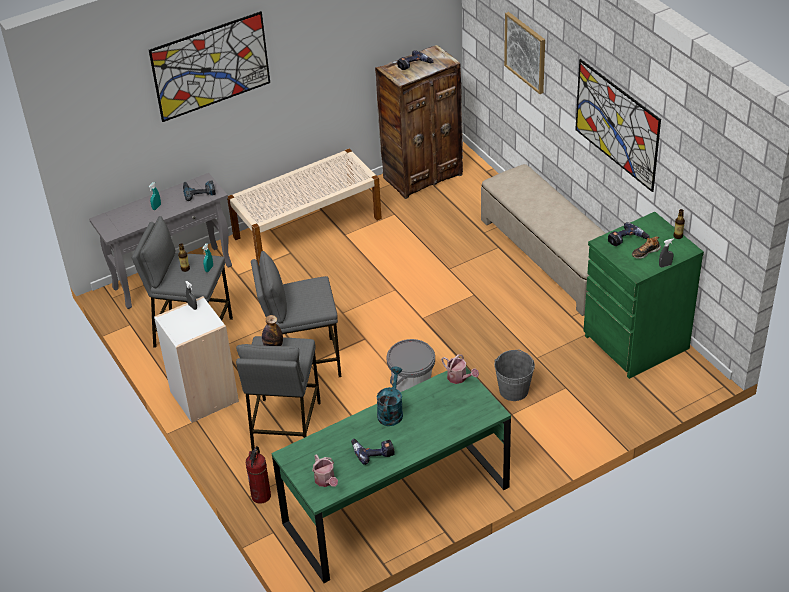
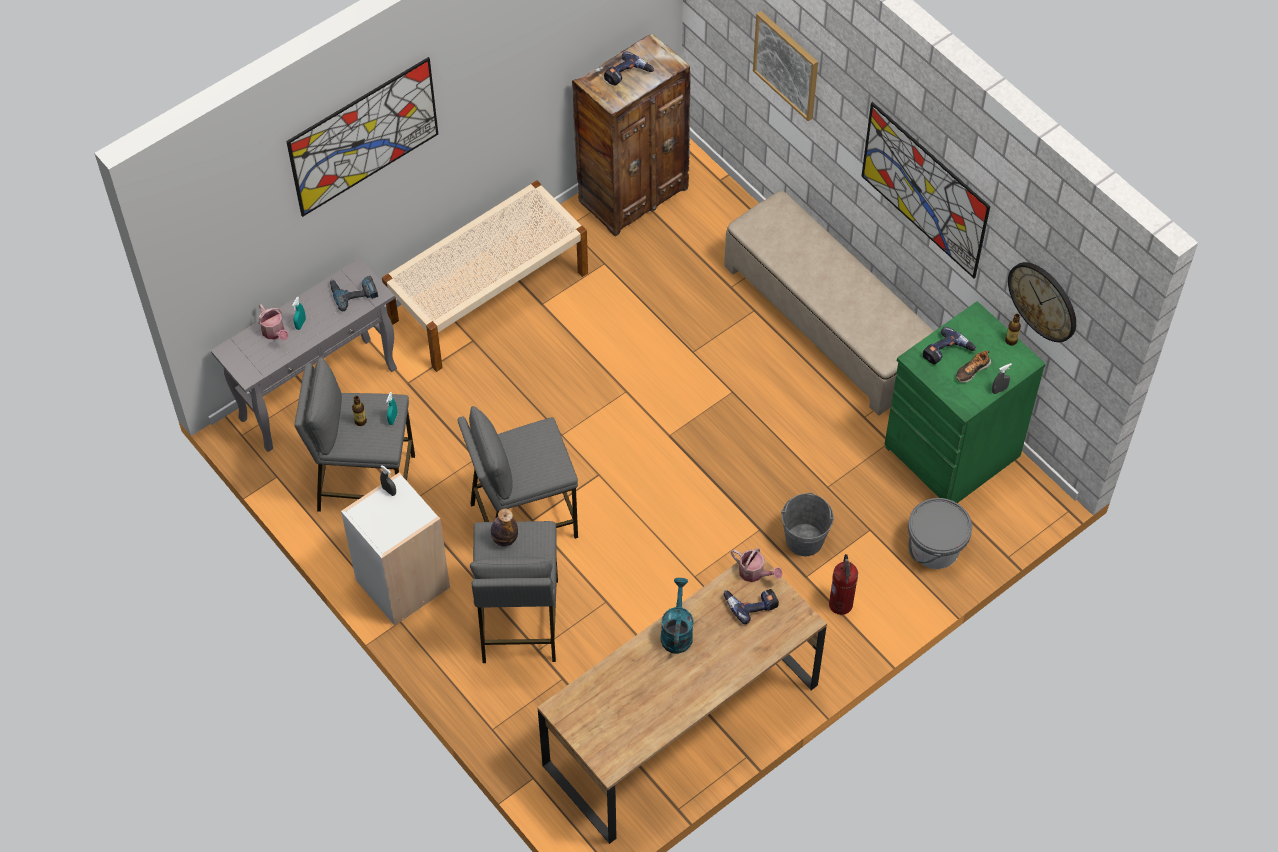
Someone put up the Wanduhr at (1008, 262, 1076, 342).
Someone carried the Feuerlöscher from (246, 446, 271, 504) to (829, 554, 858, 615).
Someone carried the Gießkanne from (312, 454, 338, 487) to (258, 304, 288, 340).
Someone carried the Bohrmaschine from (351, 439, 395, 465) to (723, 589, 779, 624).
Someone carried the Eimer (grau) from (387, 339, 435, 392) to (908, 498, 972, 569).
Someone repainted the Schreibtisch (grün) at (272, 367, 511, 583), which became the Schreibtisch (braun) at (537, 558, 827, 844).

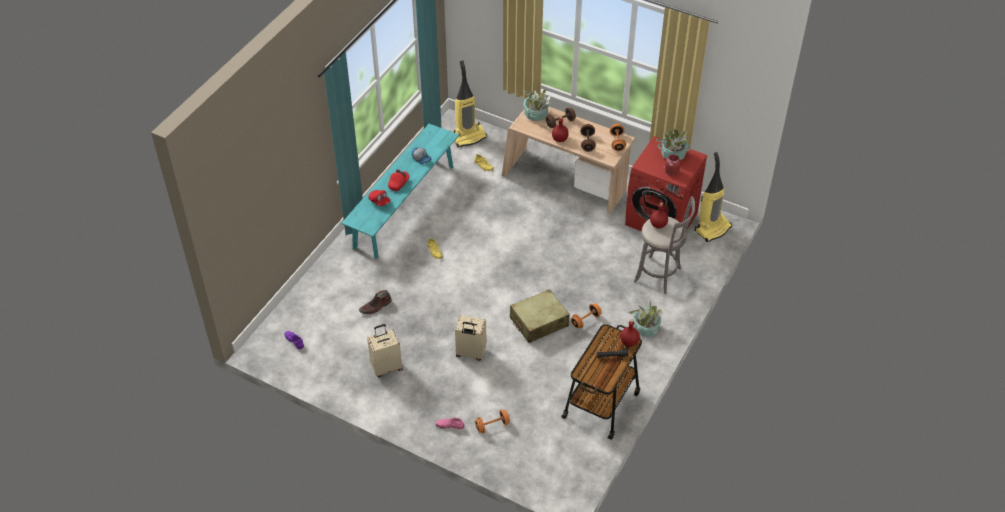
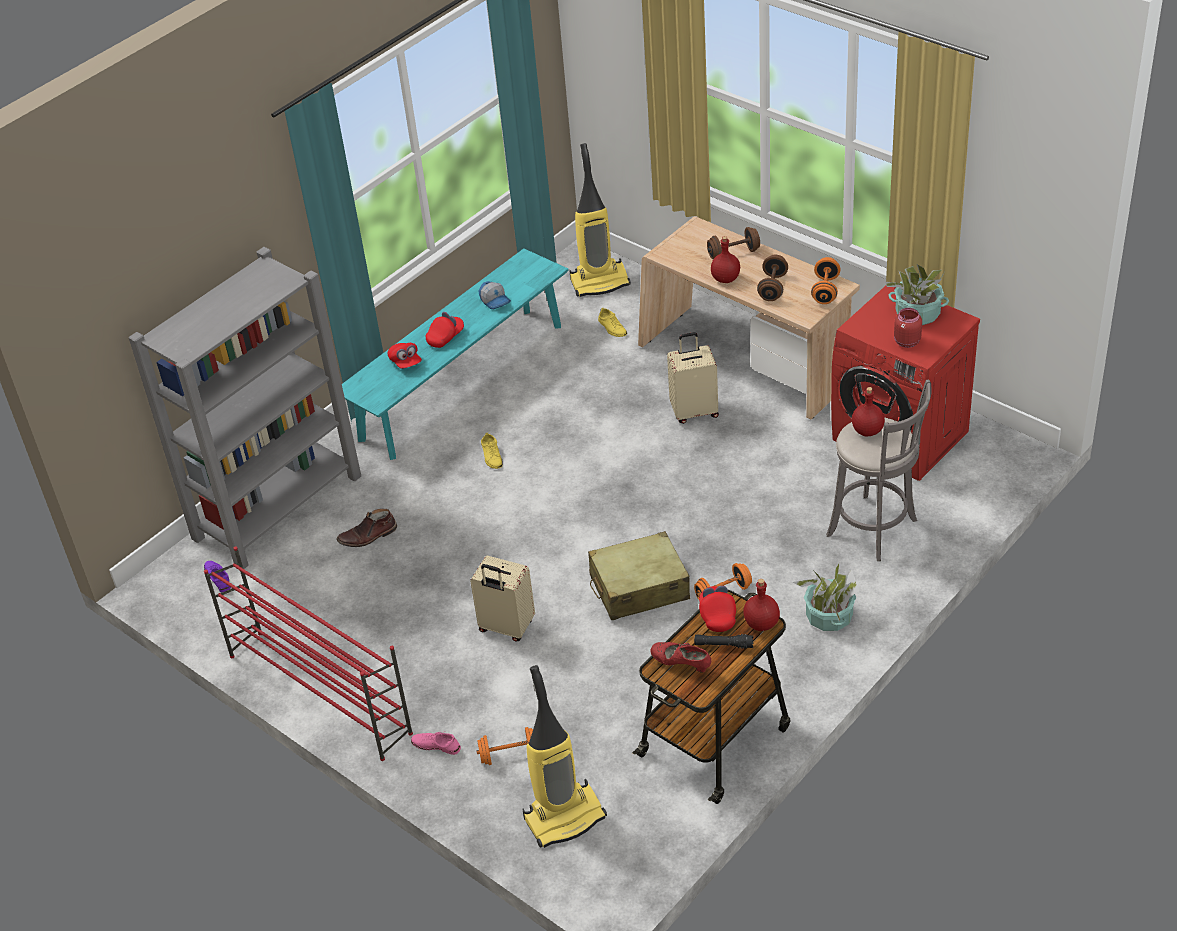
Someone took away the Topfpflanze at (523, 89, 551, 121).
Someone put down the Bücherregal (grau) at (129, 247, 361, 569).
Someone put down the Schuhregal (rot) at (204, 546, 413, 761).
Someone put down the Schuh (rot) at (650, 642, 711, 672).
Someone put down the Kappe (rot) at (699, 586, 736, 632).
Someone carried the Koffer (beige) from (367, 324, 402, 377) to (667, 332, 719, 424).
Someone carried the Staubsauger from (694, 152, 732, 242) to (522, 665, 607, 848).

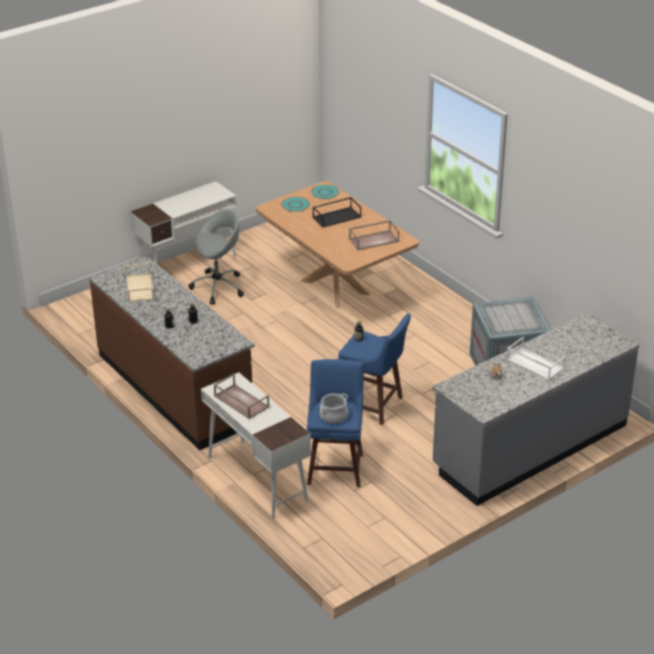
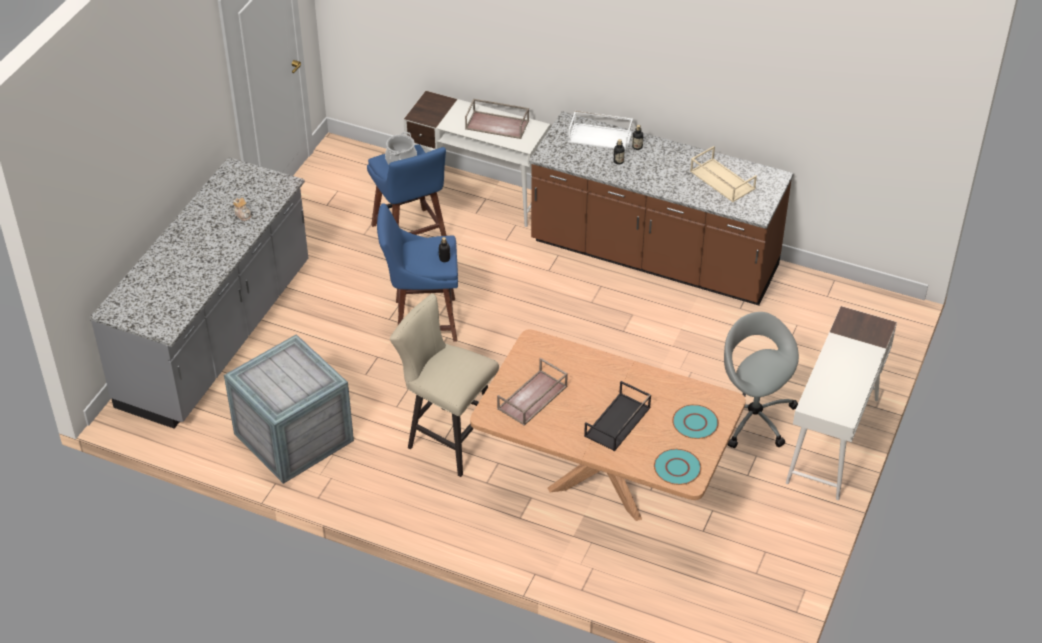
Someone put down the Hocker (beige) at (390, 293, 499, 477).
Someone carried the Tablett (weiß) from (506, 337, 566, 380) to (568, 111, 633, 151).
Someone rotated the Bürostuhl (grau) at (189, 209, 244, 305) by 90 degrees clockwise.

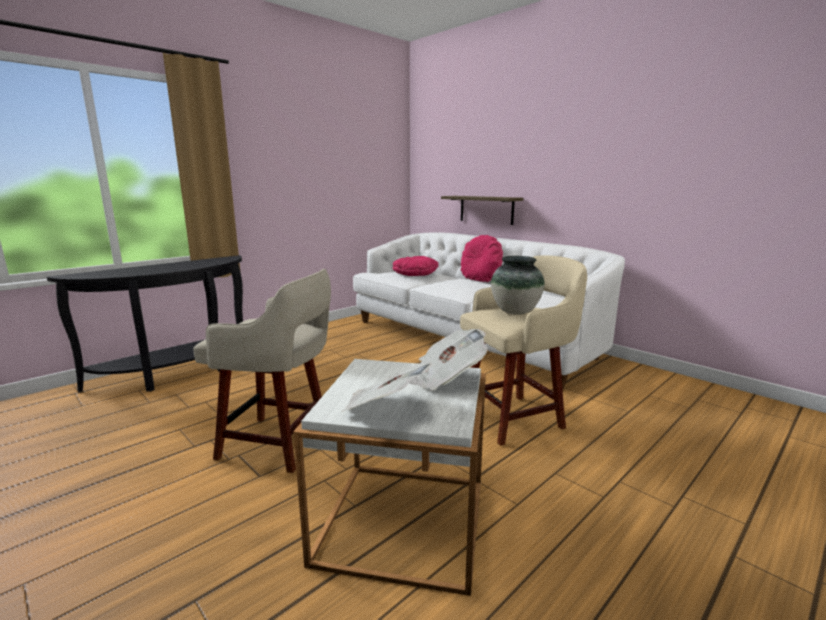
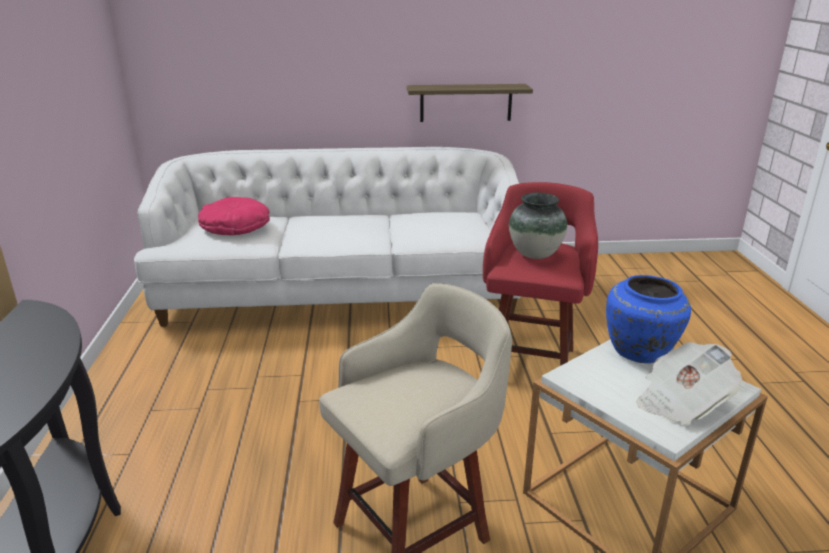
Someone took away the Kissen (rosa) at (461, 235, 503, 282).
Someone carried the Wandregal from (441, 196, 523, 225) to (407, 84, 533, 122).
Someone swapped the Zeitung at (409, 329, 488, 391) for the Vase (blau) at (606, 275, 691, 363).
Someone repainted the Hocker (beige) at (460, 255, 587, 446), which became the Hocker (rot) at (483, 182, 598, 366).

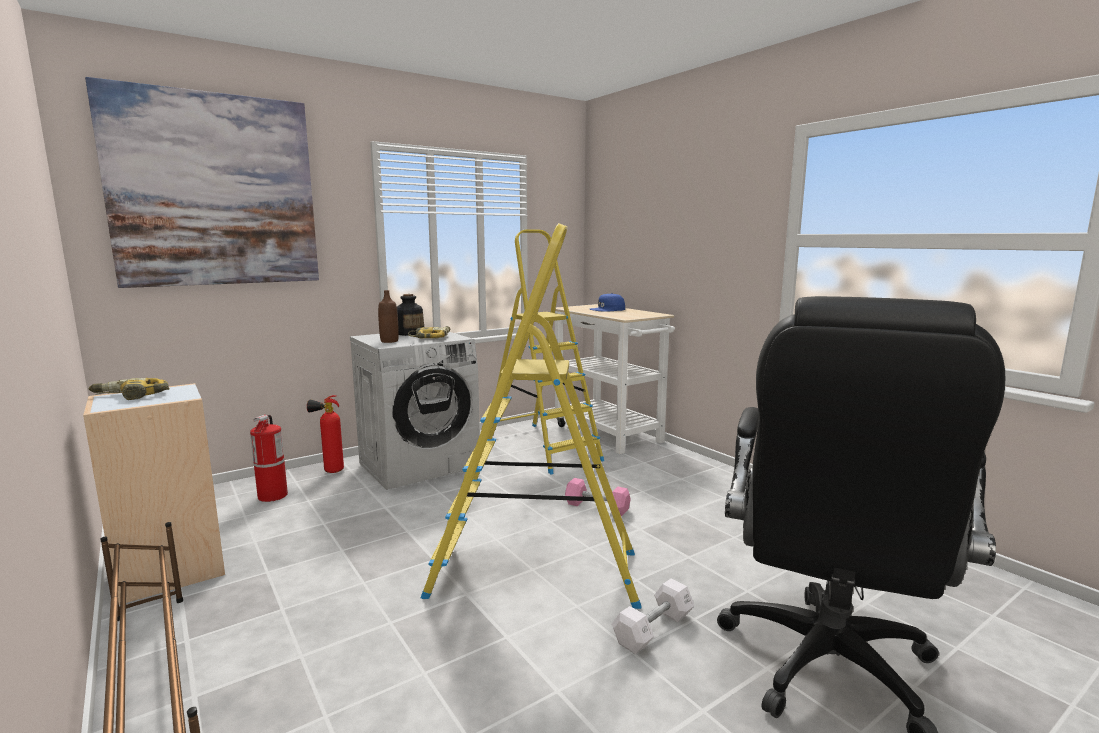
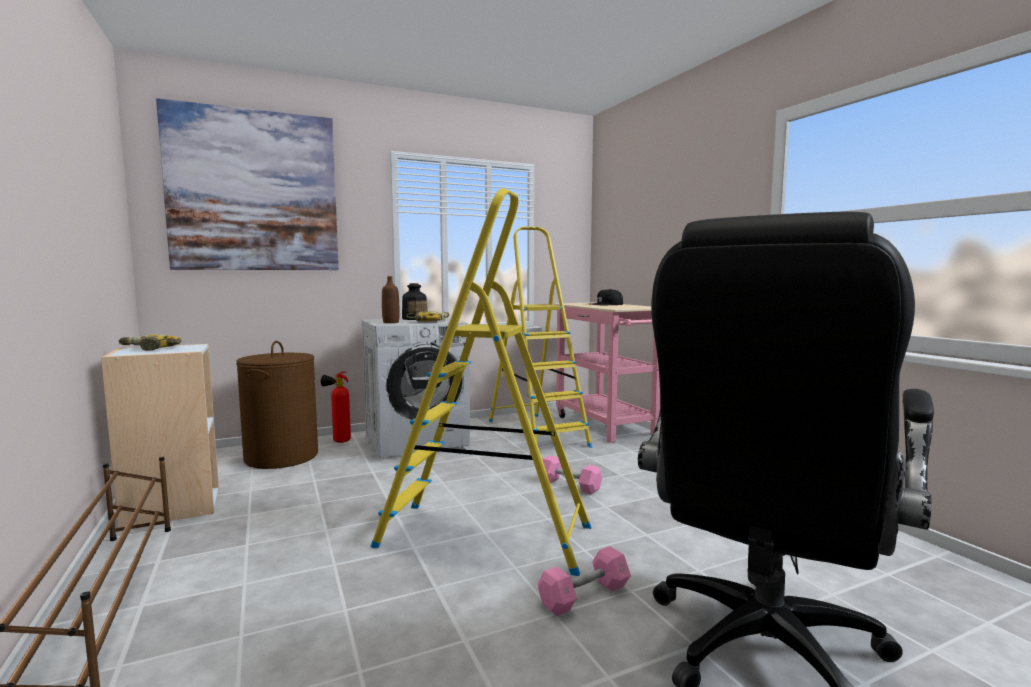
Someone swapped the Feuerlöscher at (250, 415, 288, 502) for the Wäschekorb (braun) at (236, 341, 318, 469).
Someone repainted the Rollwagen (weiß) at (555, 304, 675, 454), which became the Rollwagen (rosa) at (554, 302, 660, 443).
Someone repainted the Kappe (blau) at (590, 293, 625, 312), which became the Kappe (schwarz) at (589, 289, 623, 305).
Someone repainted the Hantel (weiß) at (612, 579, 695, 654), which became the Hantel (rosa) at (538, 546, 631, 616).

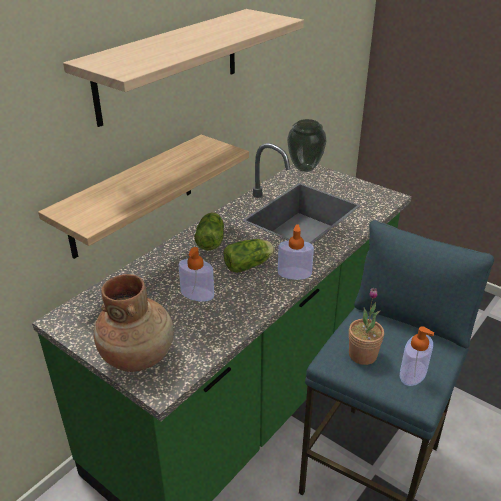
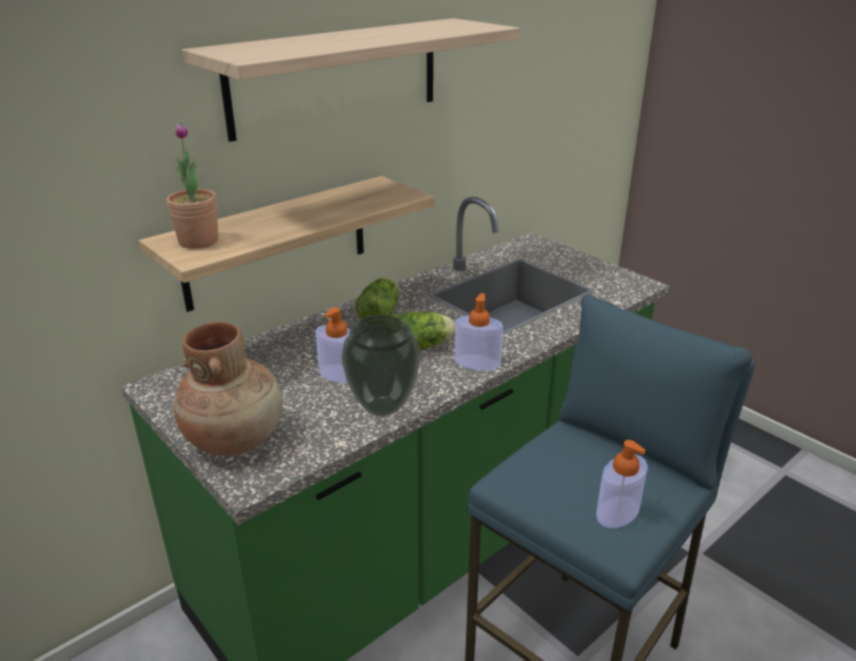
Someone carried the Vase from (287, 119, 327, 172) to (341, 314, 420, 416).
Someone carried the Topfpflanze from (349, 288, 384, 365) to (167, 123, 219, 249).

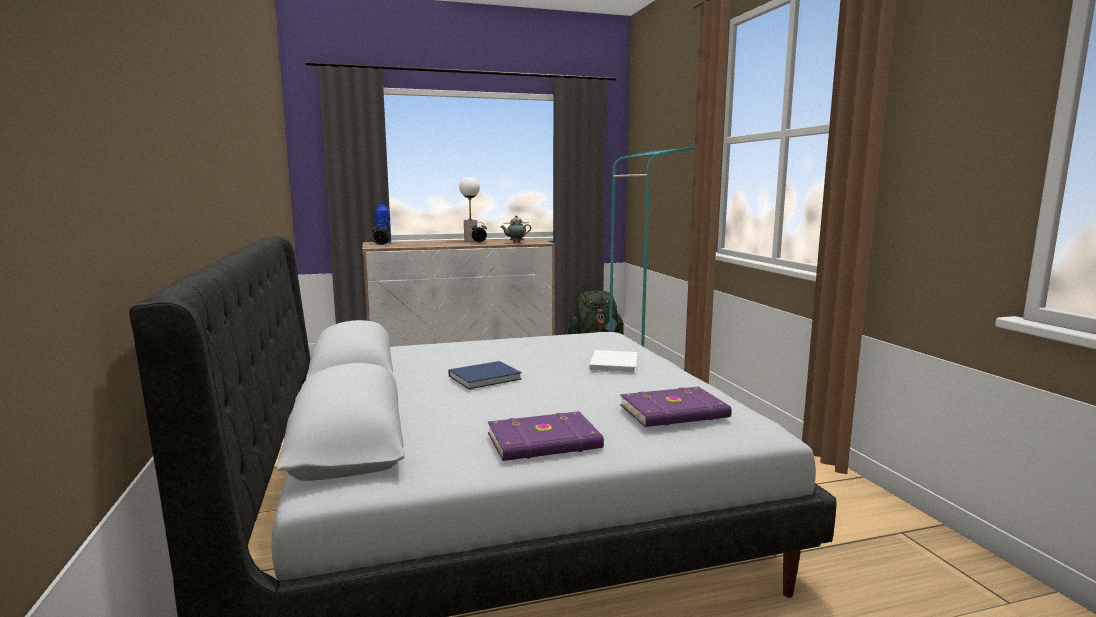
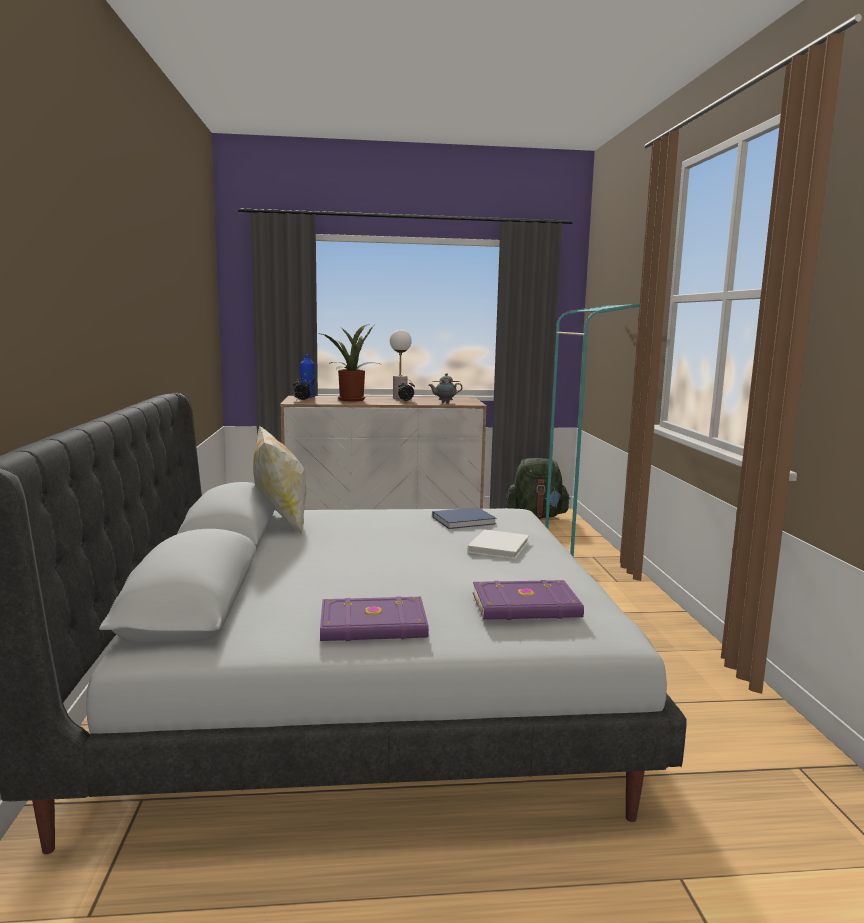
Someone put down the Kissen at (253, 425, 306, 534).
Someone put down the Topfpflanze at (317, 324, 379, 402).
Someone carried the Buch (blau) from (449, 361, 522, 389) to (432, 507, 497, 529).

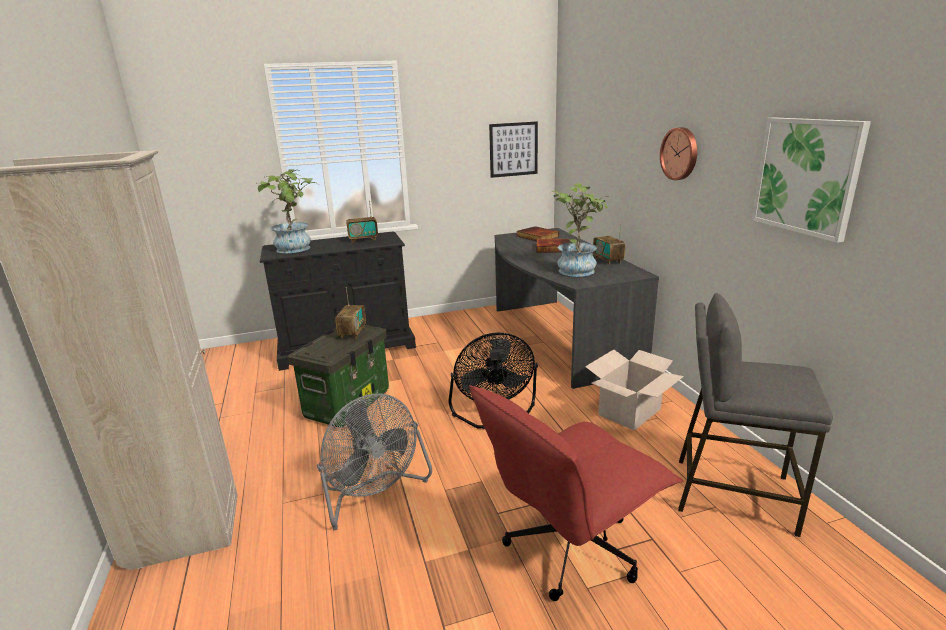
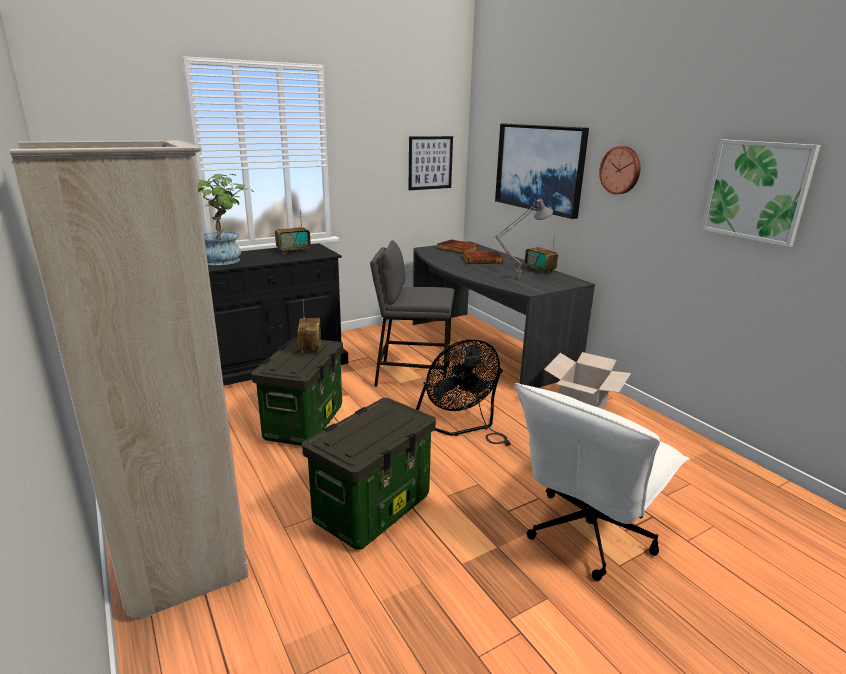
Someone put up the Bild at (495, 124, 589, 219).
Someone carried the Hocker (grau) from (678, 293, 833, 537) to (370, 240, 454, 387).
Someone swapped the Ventilator (grau) at (317, 393, 432, 530) for the Aufbewahrungsbox at (302, 398, 436, 550).
Someone swapped the Topfpflanze at (552, 183, 609, 277) for the Tischlampe (grau) at (495, 199, 553, 279).
Someone repainted the Bürostuhl (rot) at (469, 385, 683, 601), which became the Bürostuhl (weiß) at (514, 383, 690, 581).

